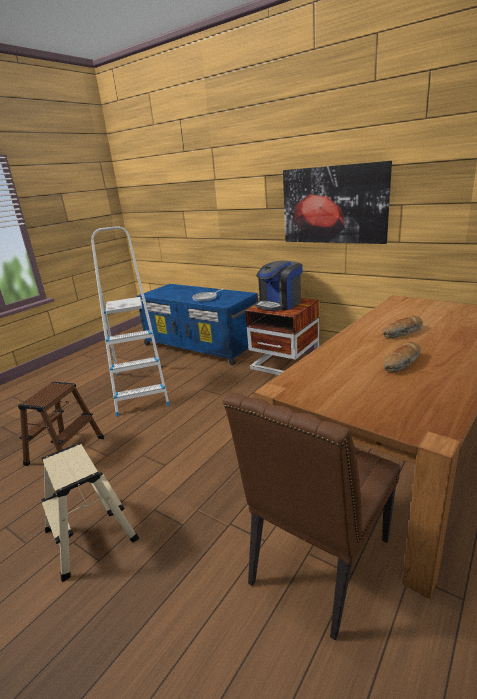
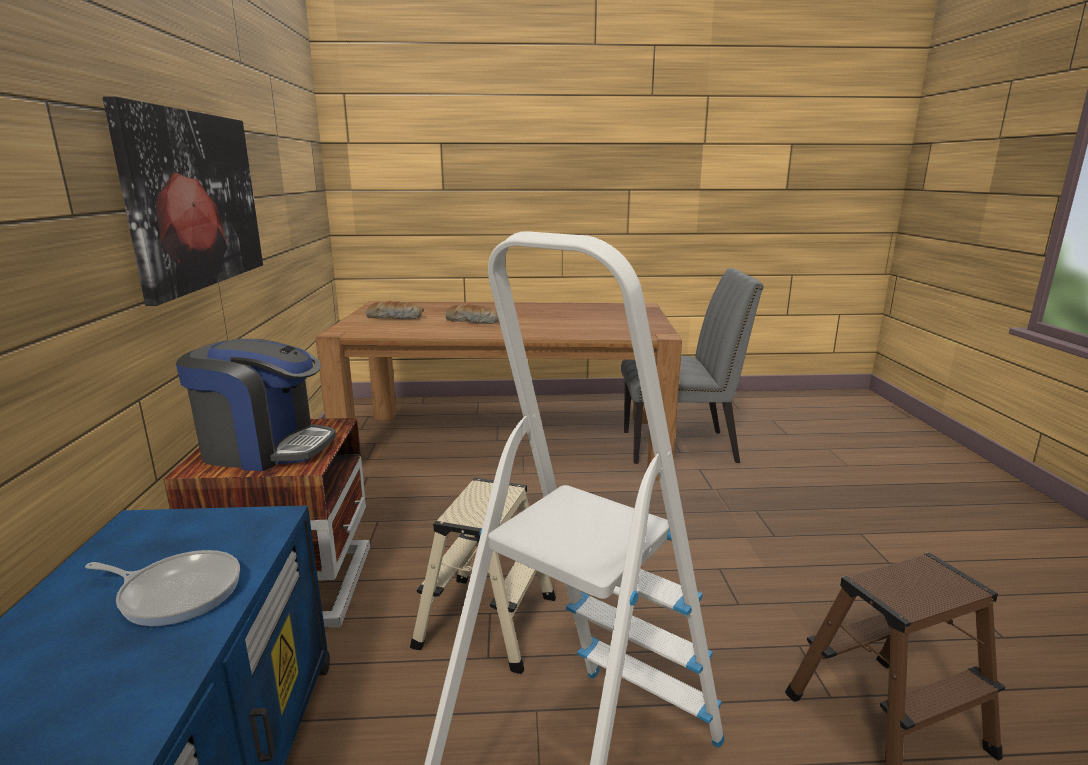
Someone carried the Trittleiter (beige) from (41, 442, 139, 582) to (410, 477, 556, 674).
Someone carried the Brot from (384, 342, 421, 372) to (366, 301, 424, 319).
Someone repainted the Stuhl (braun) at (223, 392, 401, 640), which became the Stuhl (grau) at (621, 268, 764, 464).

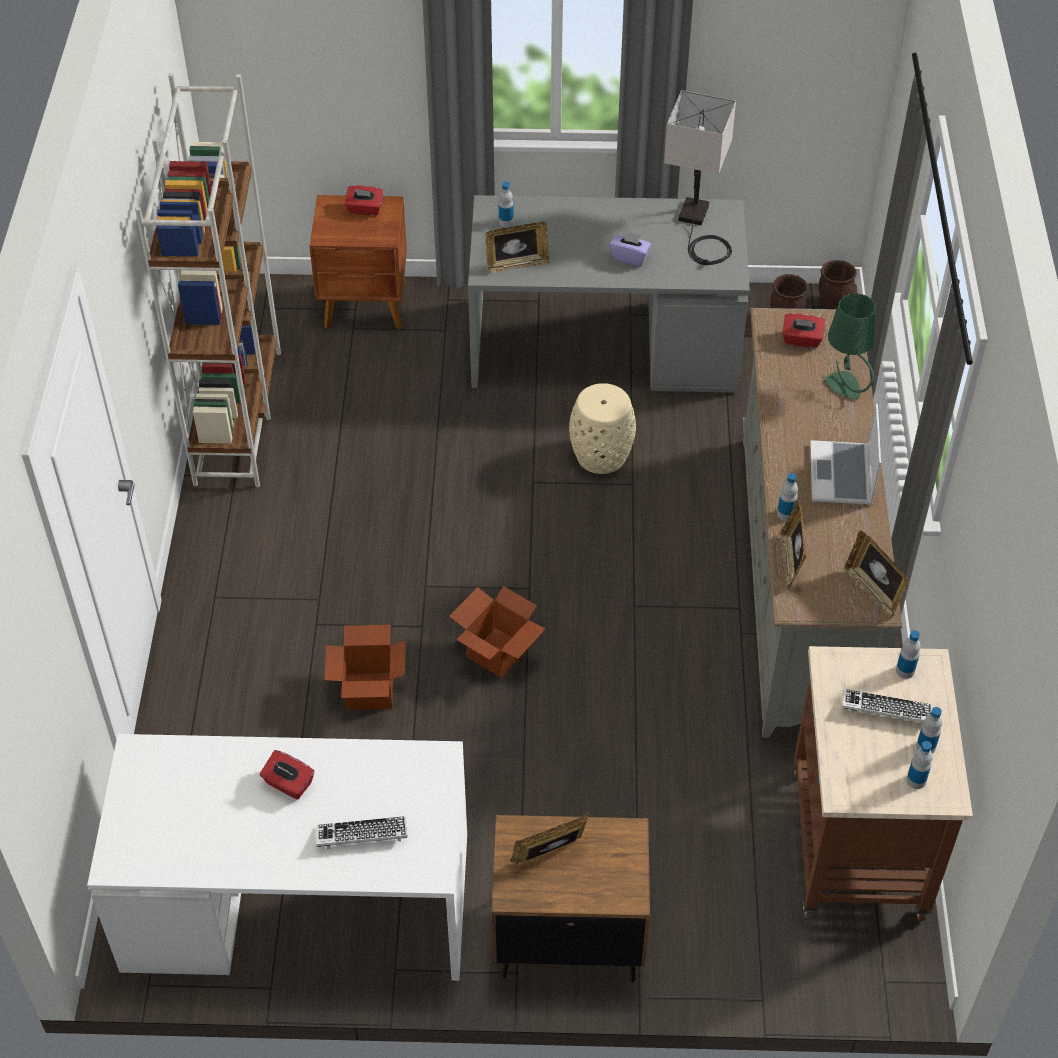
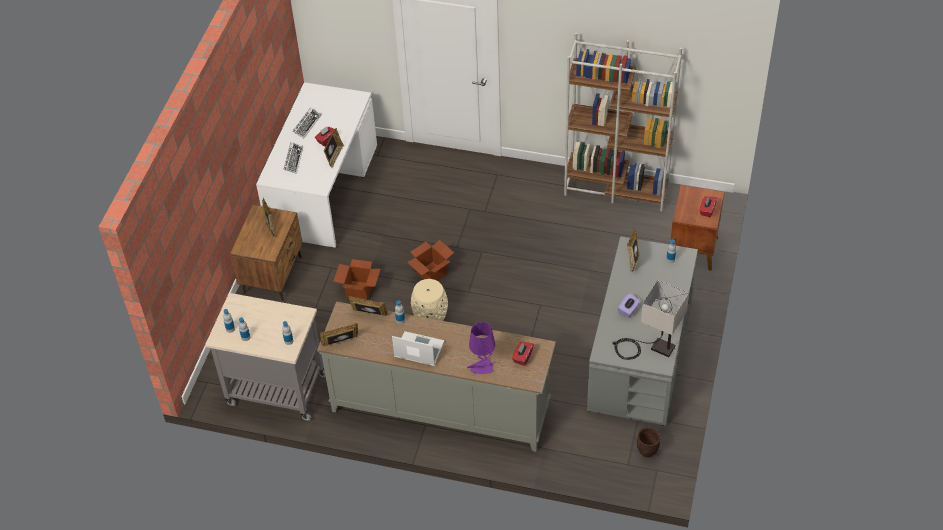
Someone took away the Pflanzkübel (braun) at (819, 260, 857, 309).
Someone put down the Bilderrahmen at (324, 128, 344, 168).
Someone carried the Karton from (325, 625, 406, 710) to (334, 259, 381, 300).
Someone carried the Hocker (beige) from (569, 383, 636, 474) to (411, 279, 448, 321).
Someone carried the Tastatur from (842, 689, 932, 725) to (293, 107, 322, 138).
Someone repainted the Rollwagen (braun) at (793, 646, 973, 921), which became the Rollwagen (grau) at (205, 293, 326, 421).
Someone repainted the Tischlampe (grün) at (825, 293, 876, 400), which became the Tischlampe (lila) at (467, 322, 495, 374).

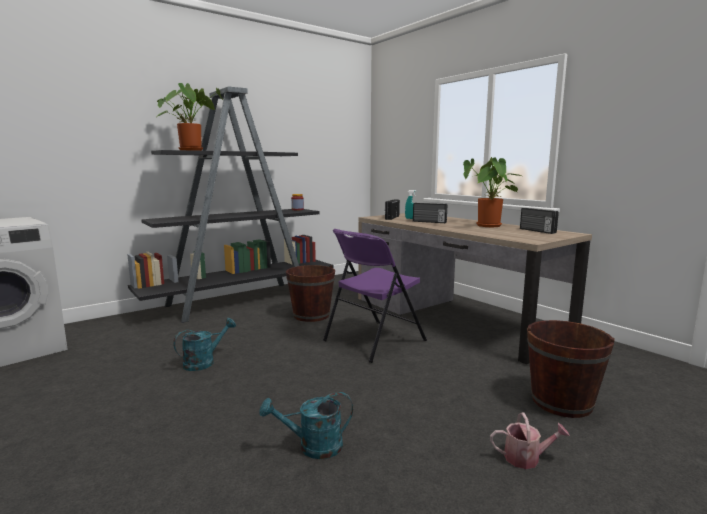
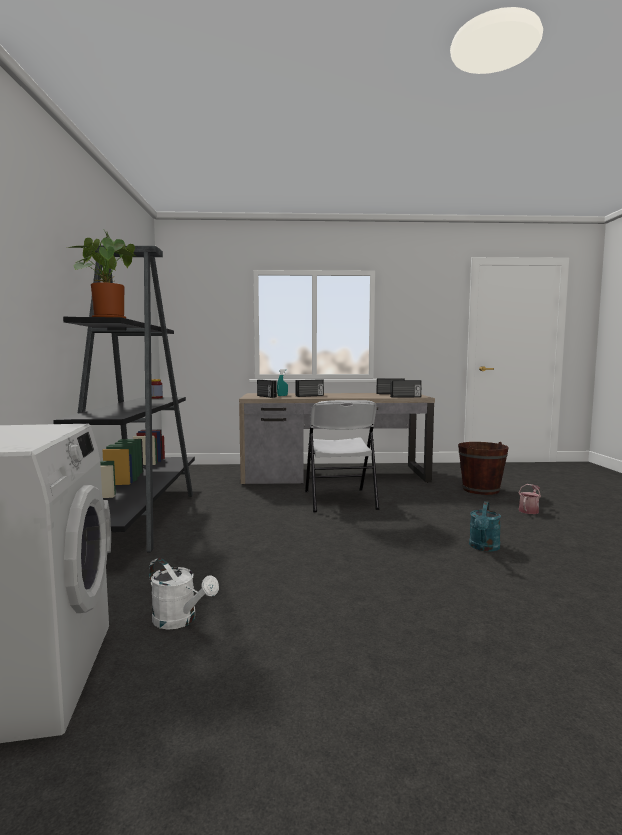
Someone took away the Gießkanne (türkis) at (173, 318, 236, 371).
Someone took away the Eimer (braun) at (286, 265, 335, 322).
Someone took away the Topfpflanze at (463, 157, 521, 227).
Someone put down the Gießkanne (weiß) at (149, 558, 219, 630).
Someone put down the Radio at (390, 380, 422, 398).
Someone repainted the Stuhl (lila) at (323, 229, 427, 363), which became the Stuhl (weiß) at (305, 400, 379, 512).

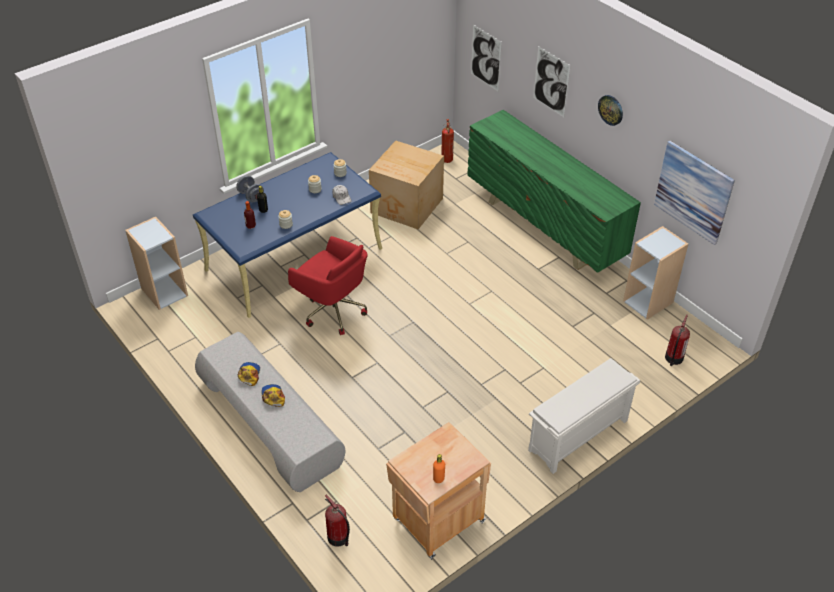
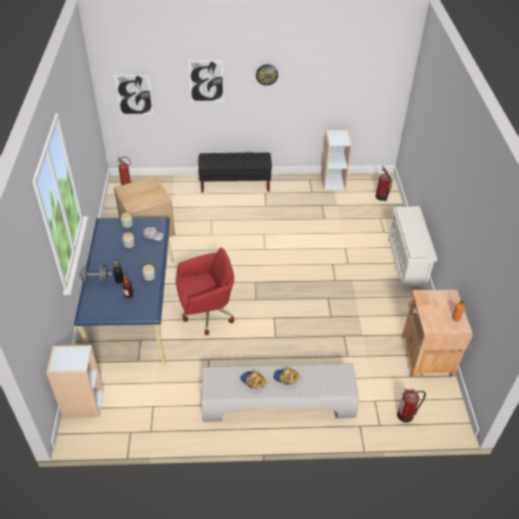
Someone took away the Bild at (654, 141, 735, 245).
Someone swapped the Schrank (grün) at (467, 110, 641, 273) for the Bank (schwarz) at (199, 153, 272, 193).

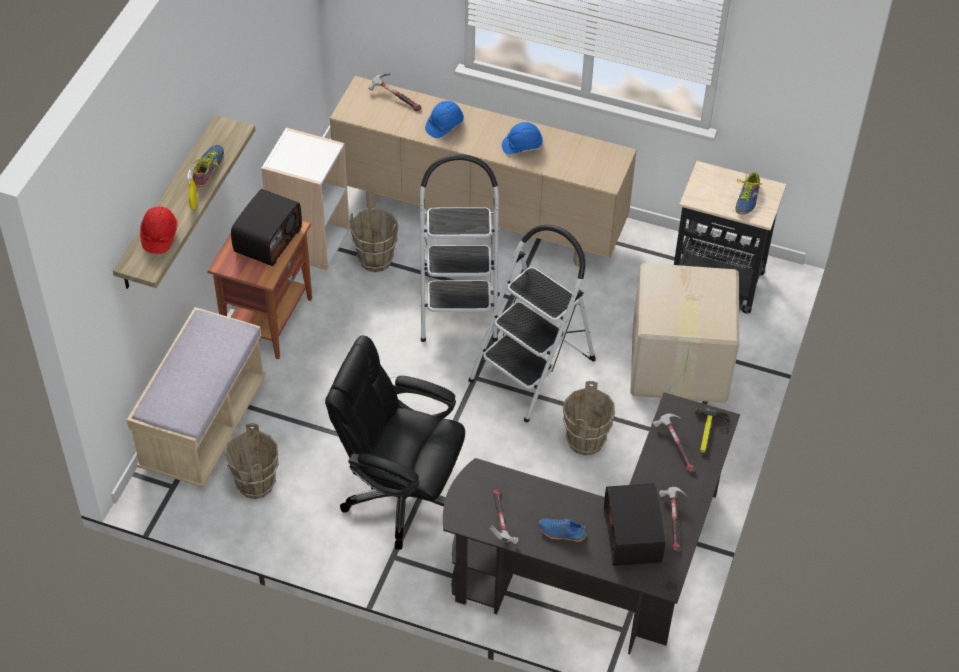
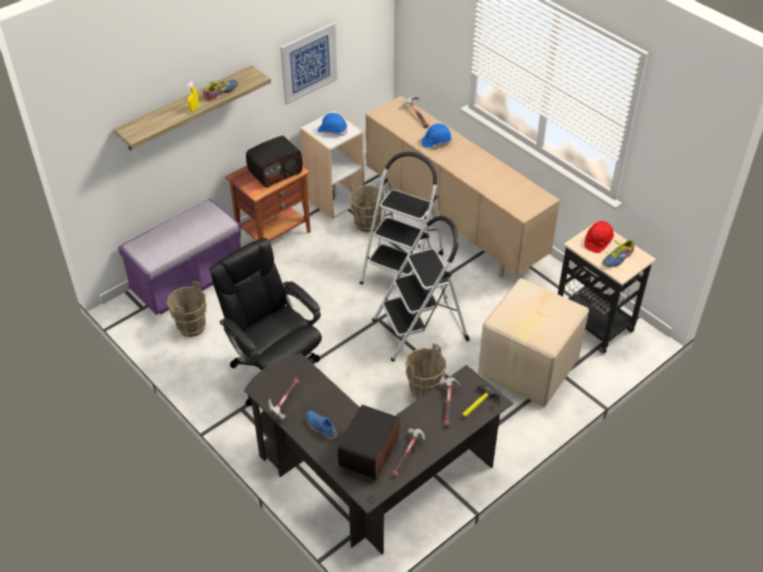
Someone put up the Bild at (280, 22, 338, 105).
Someone carried the Schutzhelm (rot) from (140, 206, 178, 254) to (584, 221, 614, 253).
Someone carried the Schutzhelm (blau) from (502, 122, 543, 154) to (318, 113, 347, 136).
Someone repainted the Bank (beige) at (127, 307, 266, 488), which became the Bank (lila) at (118, 199, 241, 315).

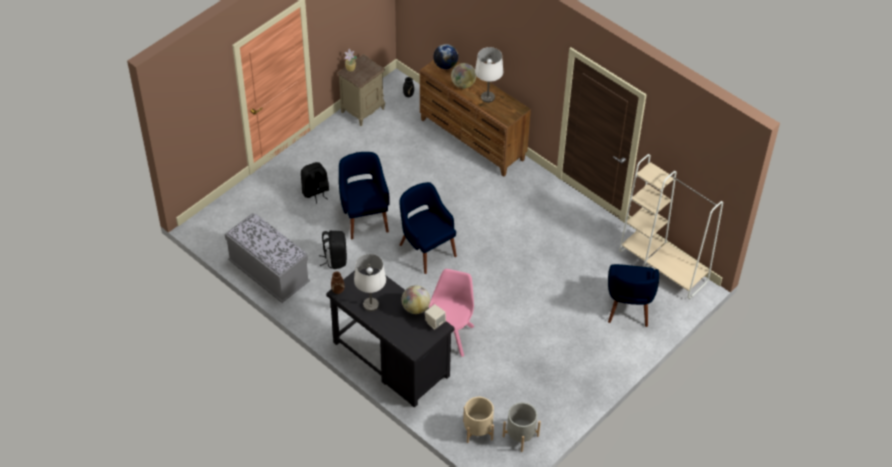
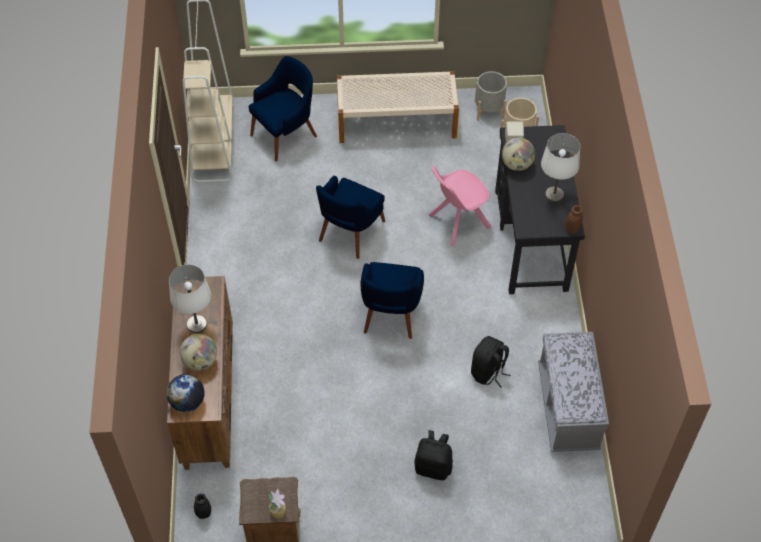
Someone put down the Bank (beige) at (337, 71, 459, 143).
Someone carried the Sessel (blau) from (339, 152, 390, 239) to (316, 176, 385, 259).

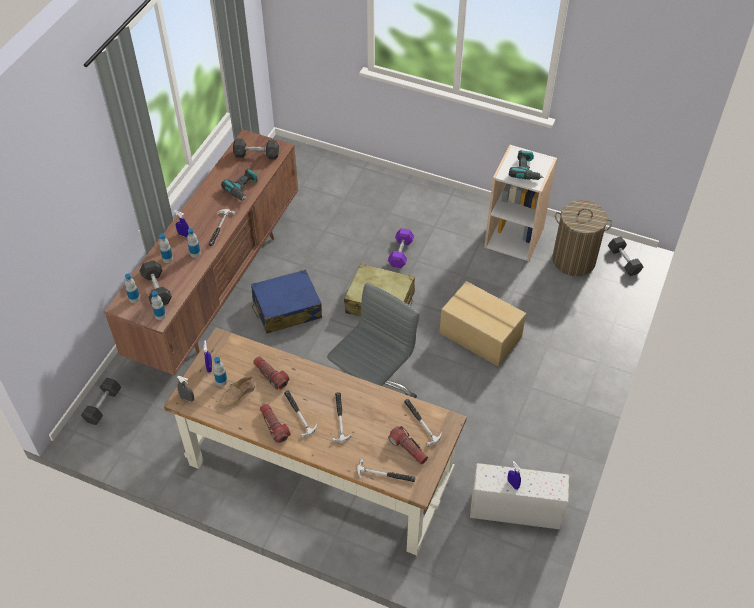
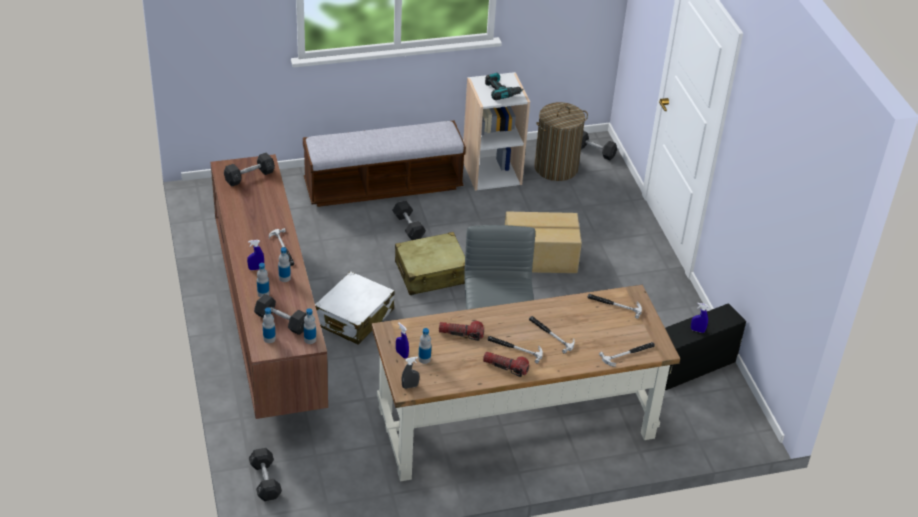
Someone took away the Schuh (beige) at (220, 376, 255, 406).
Someone took away the Bohrmaschine at (221, 168, 258, 201).
Someone took away the Taschenlampe at (388, 426, 428, 465).
Someone put down the Bank at (303, 121, 466, 207).
Someone repainted the Koffer (blau) at (251, 270, 322, 334), which became the Koffer (weiß) at (315, 271, 394, 345).
Someone repainted the Hantel (lila) at (388, 228, 414, 268), which became the Hantel (grau) at (392, 200, 426, 240).
Someone repainted the Aufbewahrungsbox (weiß) at (470, 463, 569, 530), which became the Aufbewahrungsbox (schwarz) at (665, 304, 746, 390).

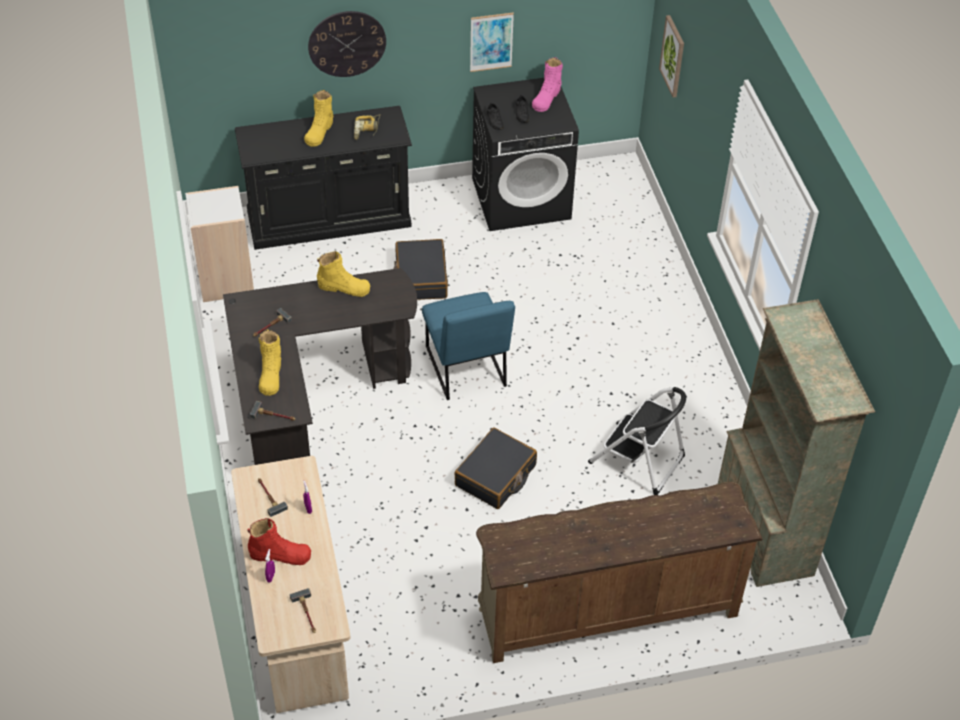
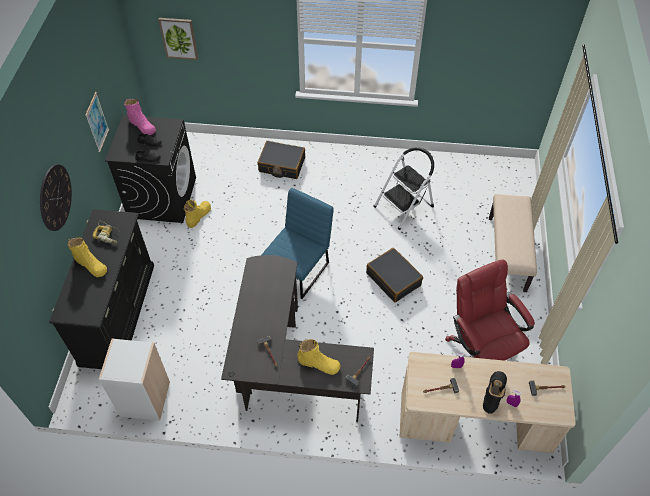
Someone took away the Bücherregal (grün) at (718, 299, 875, 587).
Someone put down the Bürostuhl (rot) at (445, 259, 535, 361).
Someone carried the Stiefel (gelb) from (317, 251, 370, 297) to (184, 199, 211, 228).
Someone carried the Koffer (schwarz) from (394, 239, 448, 300) to (258, 141, 305, 179).
Someone swapped the Schrank (beige) at (476, 482, 763, 663) for the Bank (beige) at (489, 194, 537, 292).
Someone repainted the Stiefel (rot) at (247, 518, 311, 565), which became the Stiefel (schwarz) at (483, 371, 507, 414).
Someone rotated the Stuhl (blau) at (422, 292, 515, 400) by 60 degrees counterclockwise.

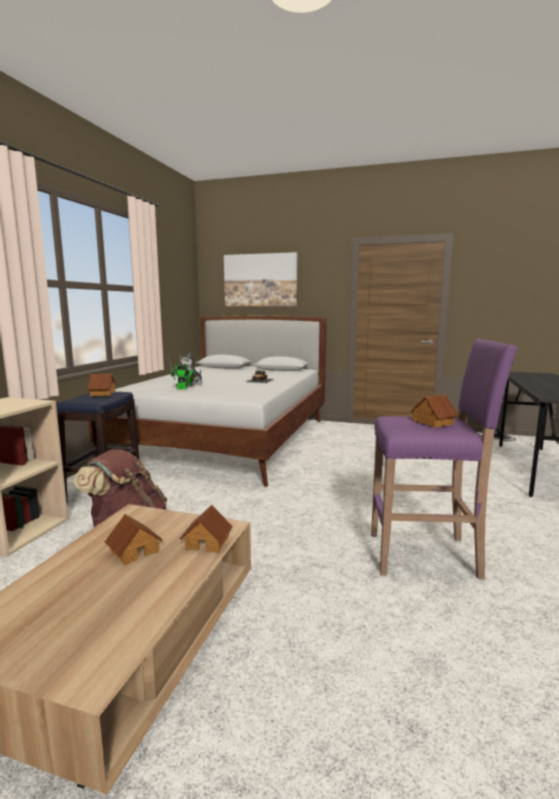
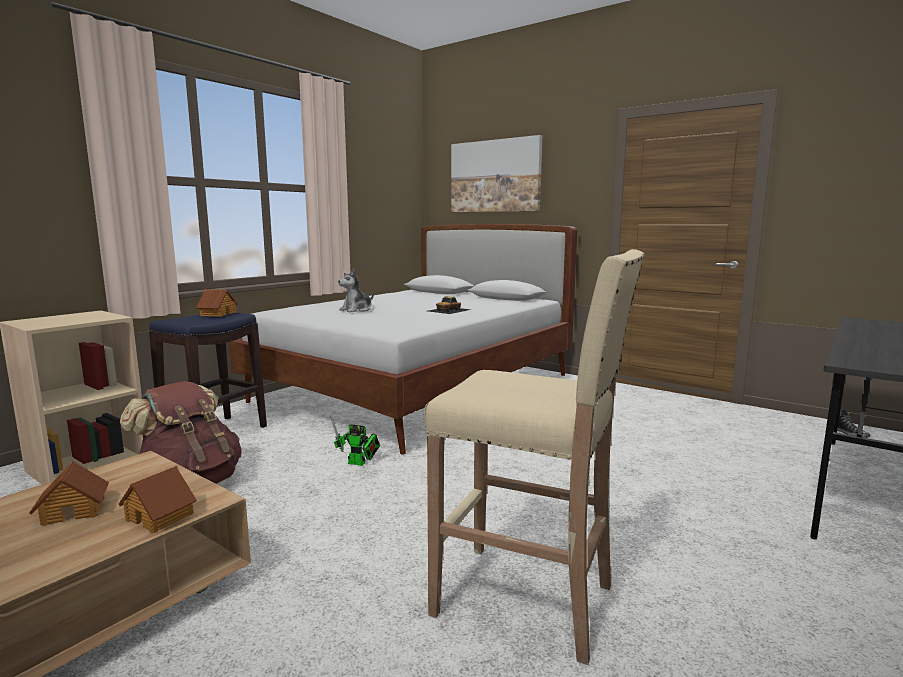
Someone took away the Spielzeughaus at (411, 394, 459, 428).
Someone carried the Spielzeugroboter from (167, 355, 195, 389) to (331, 415, 380, 466).
Someone repainted the Hocker (lila) at (371, 338, 518, 579), which became the Hocker (beige) at (424, 249, 645, 665).

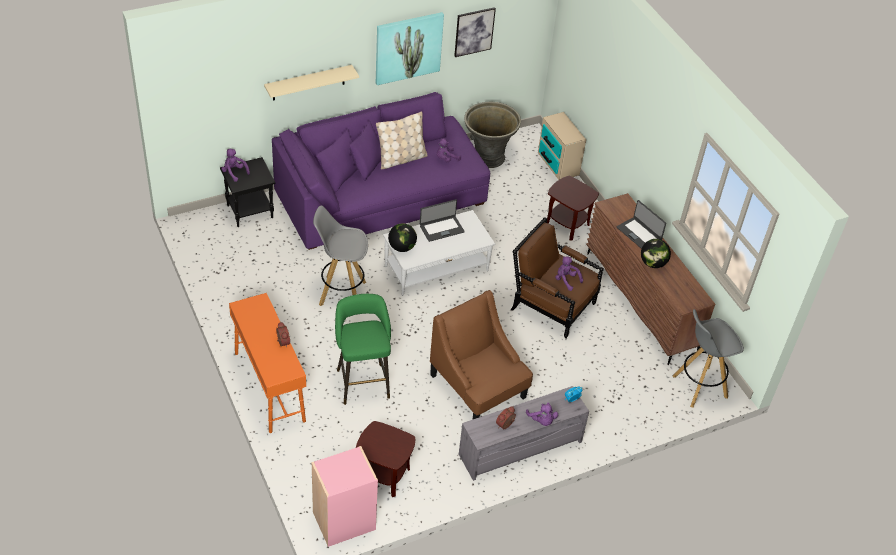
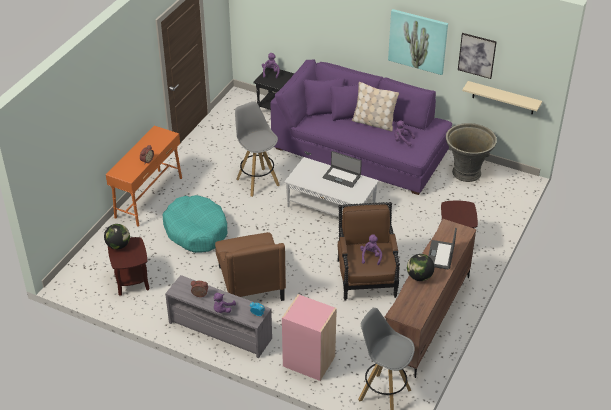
Someone took away the Nachttisch (beige) at (538, 112, 586, 180).
Someone carried the Wandregal (beige) from (264, 65, 359, 101) to (462, 81, 542, 115).
Someone carried the Bücherregal (rosa) from (312, 446, 378, 547) to (282, 294, 337, 381).
Someone carried the Globus from (388, 223, 417, 252) to (104, 224, 130, 249).
Someone swapped the Hocker (grün) at (335, 294, 391, 405) for the Hundebett (türkis) at (163, 195, 227, 253).
Someone rotated the Sessel (braun) at (430, 290, 533, 419) by 150 degrees clockwise.

